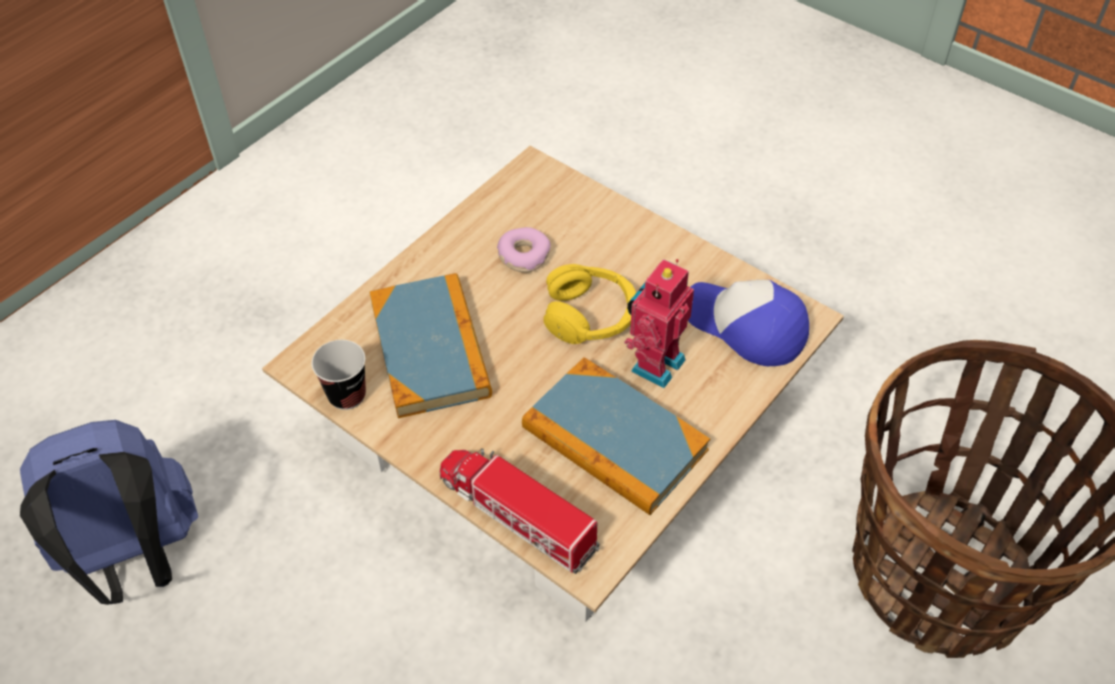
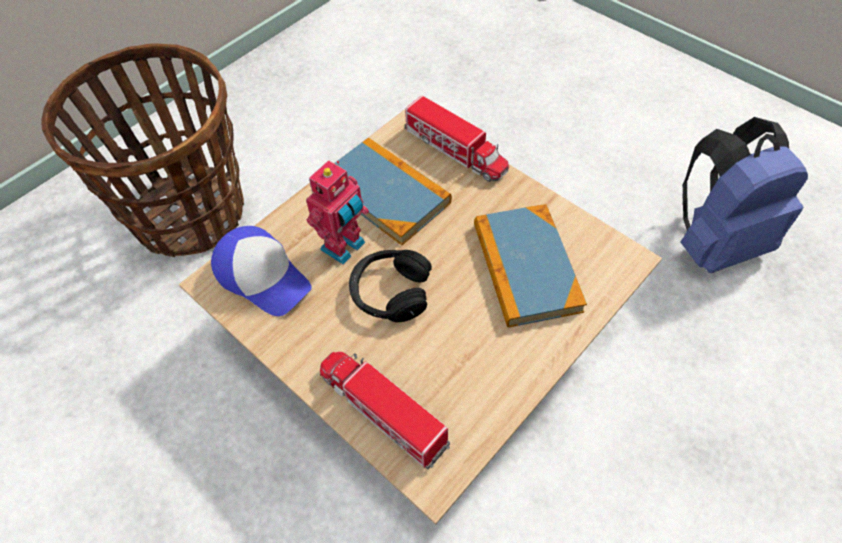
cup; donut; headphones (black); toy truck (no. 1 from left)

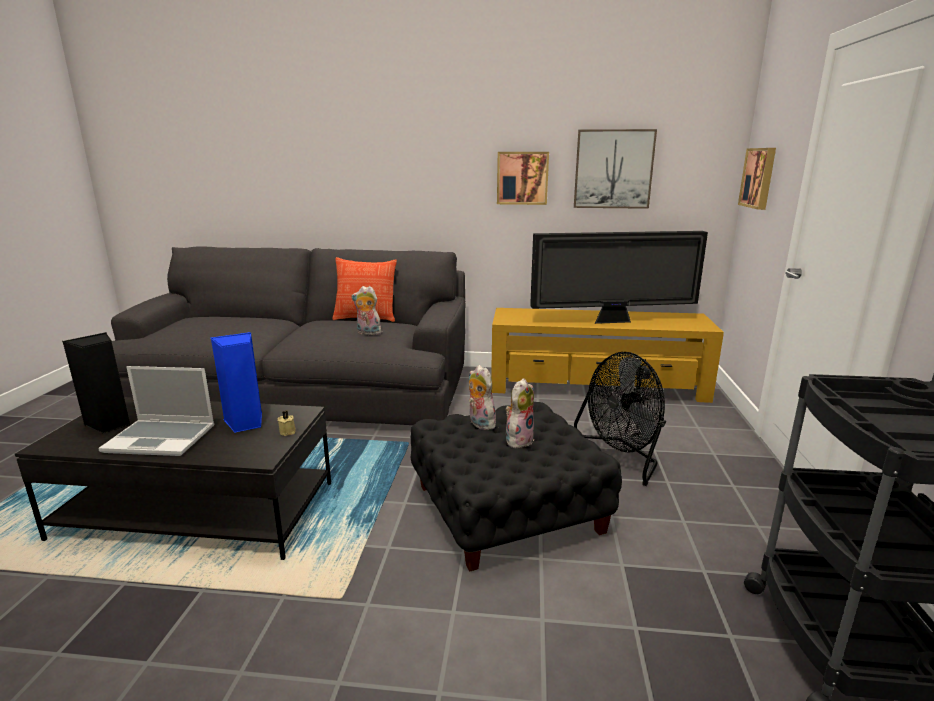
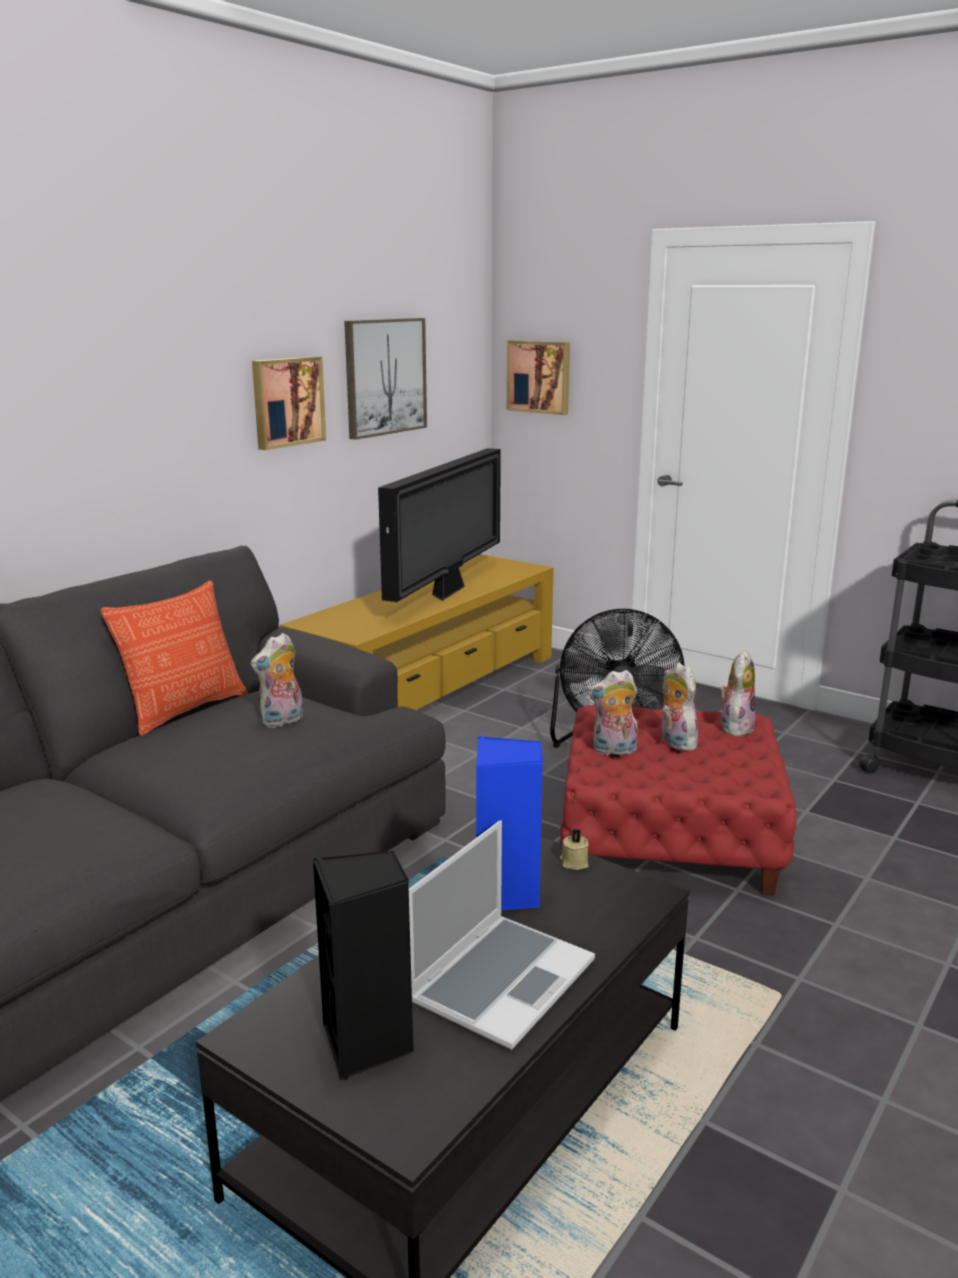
ottoman (red); plush toy (no. 4 from left)

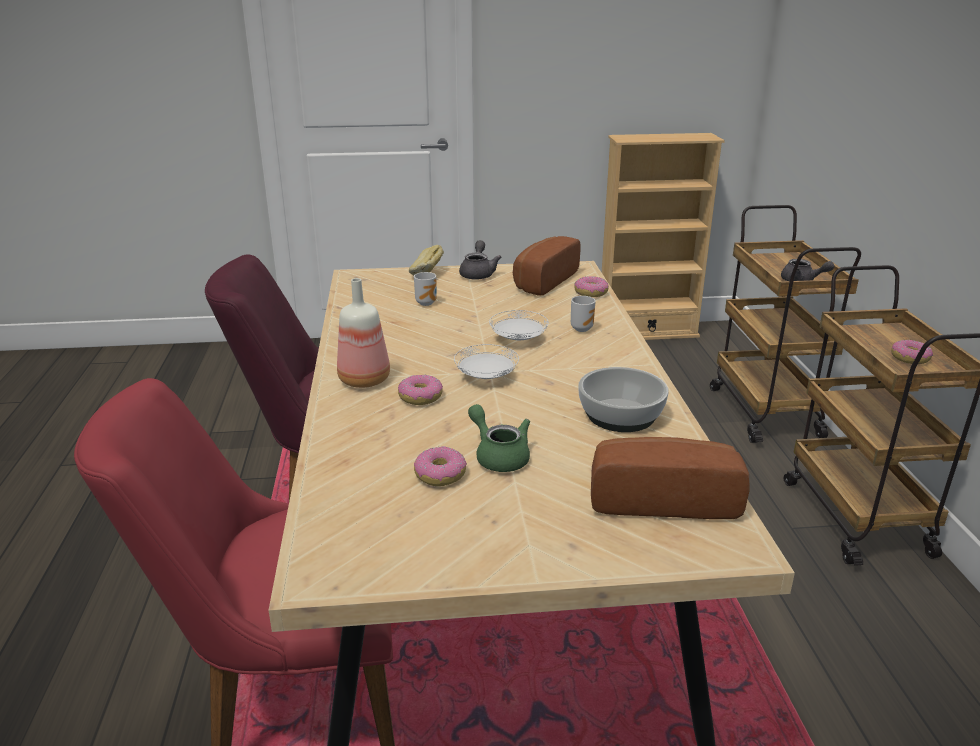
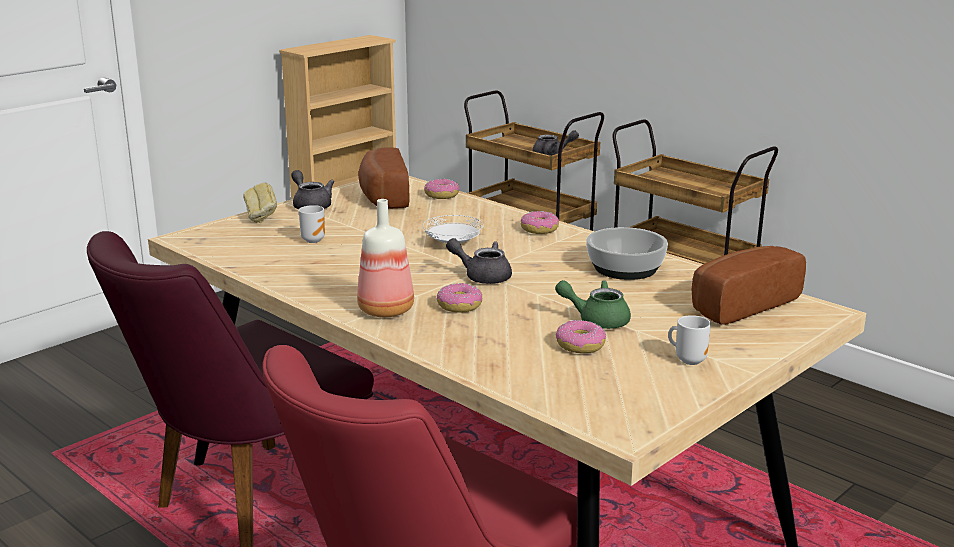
teapot (grey) (no. 2 from left); mug (no. 2 from left); donut (no. 3 from left)

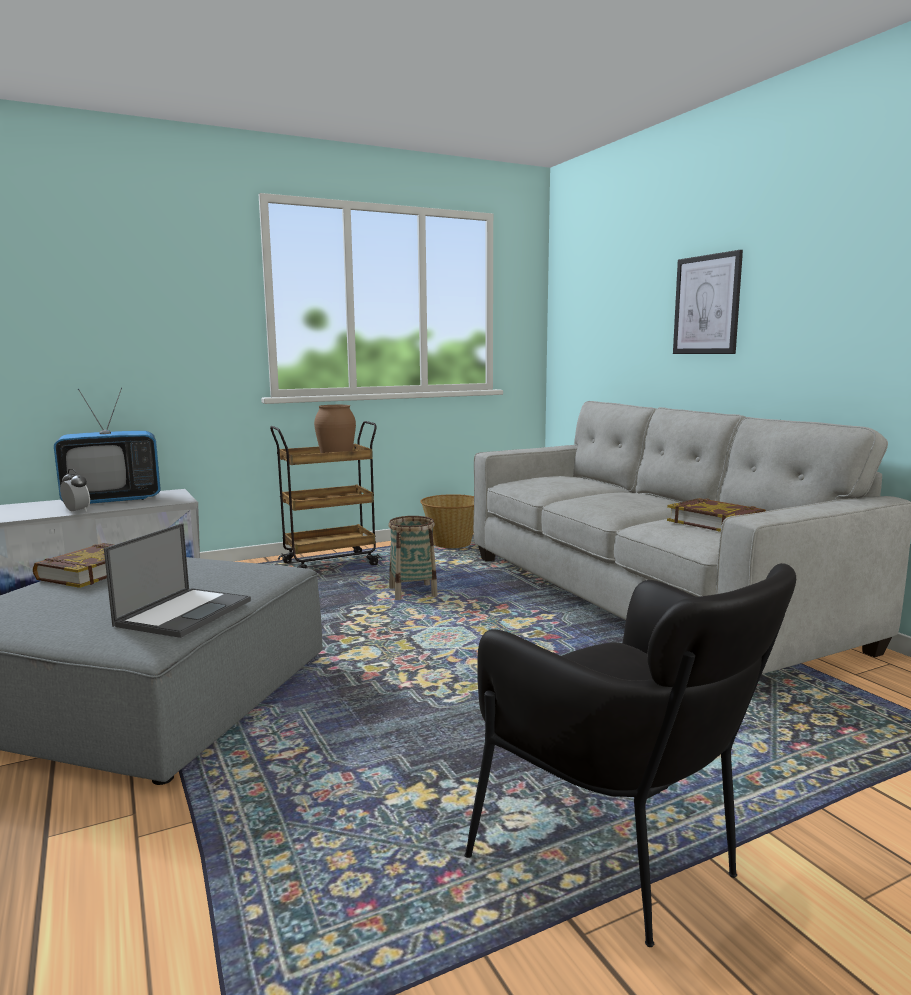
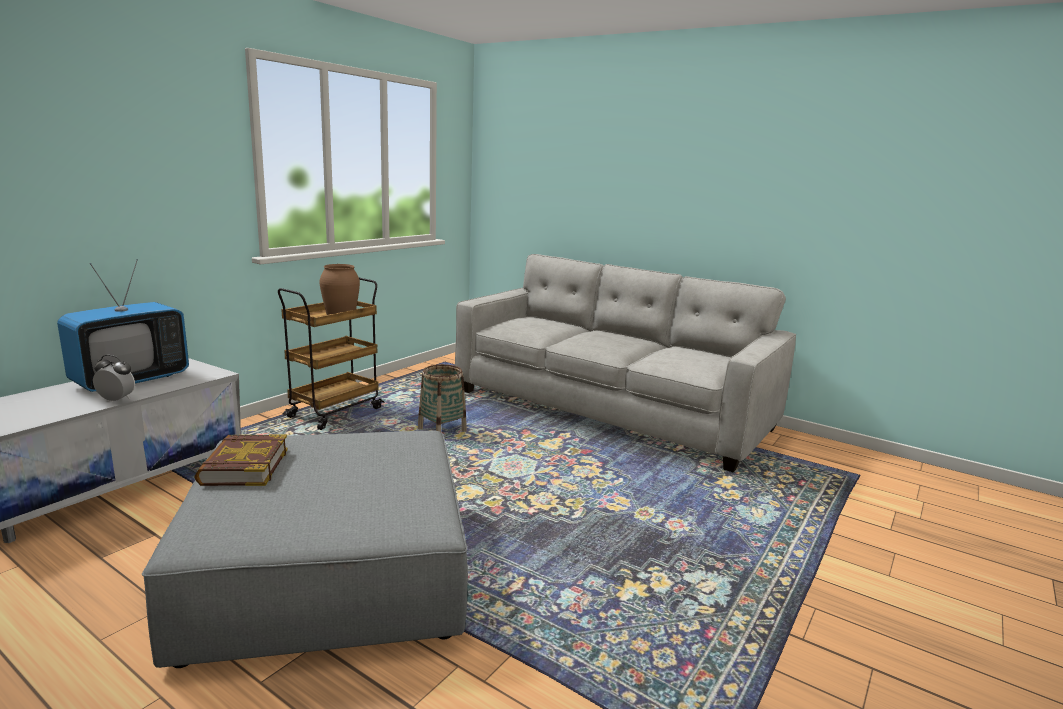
laptop; basket (no. 2 from left in the first image); armchair (black); book (no. 2 from left in the first image); picture

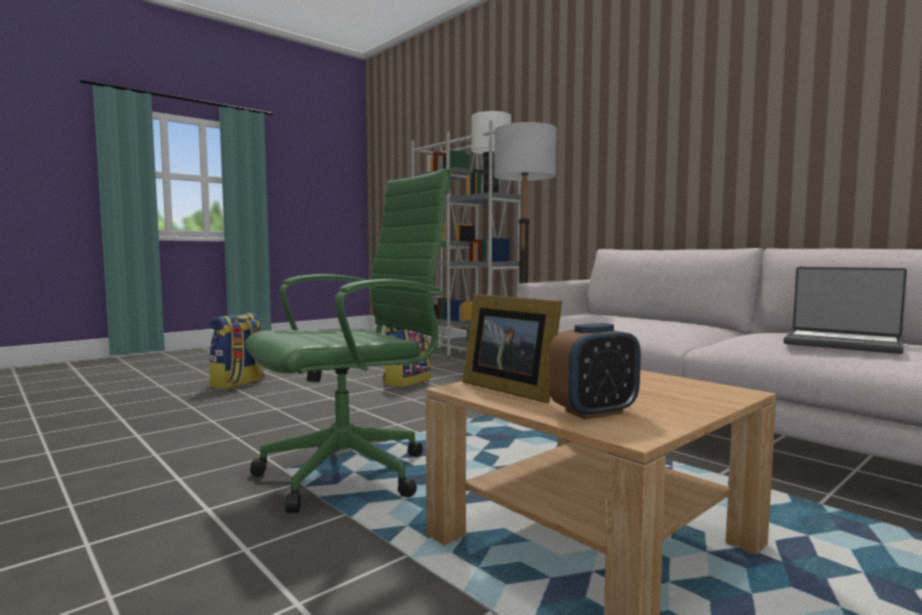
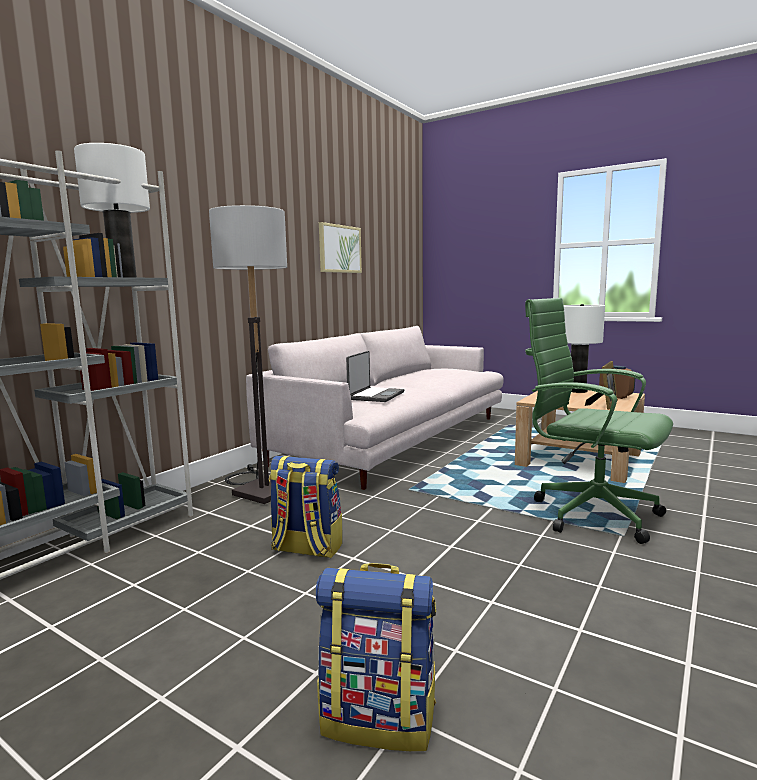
laptop; picture; table lamp (white) (no. 2 from left)

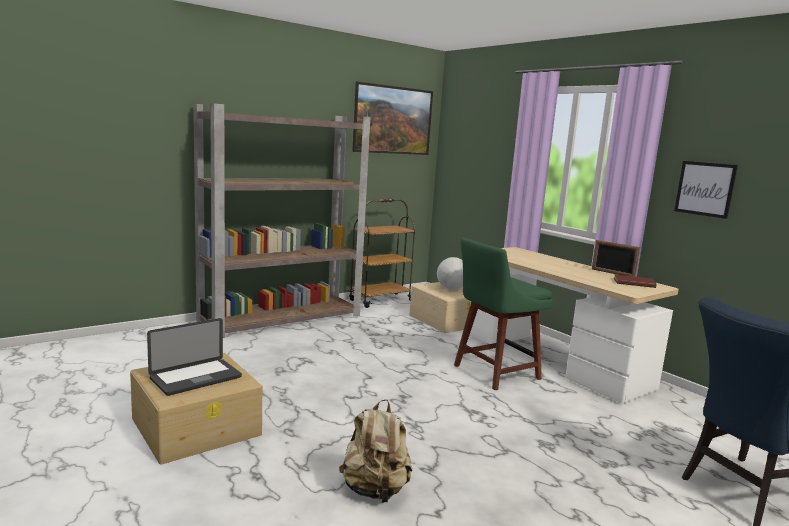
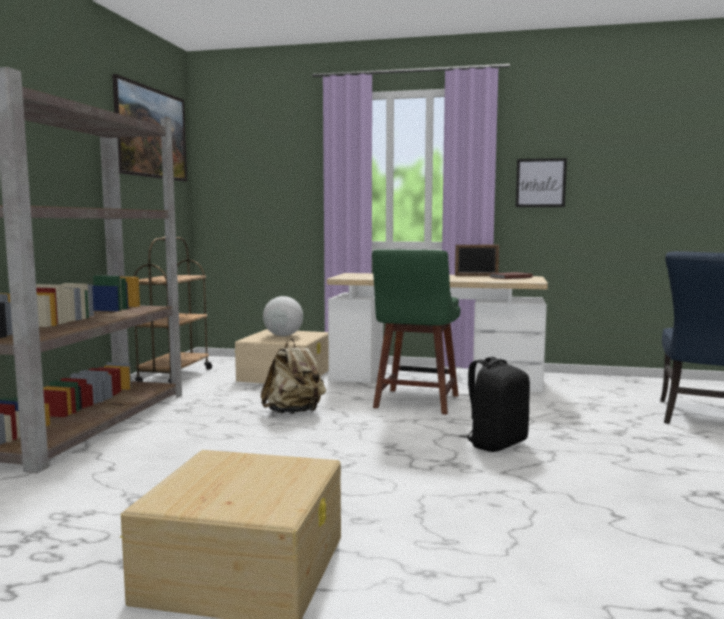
laptop; backpack (beige); backpack (black)

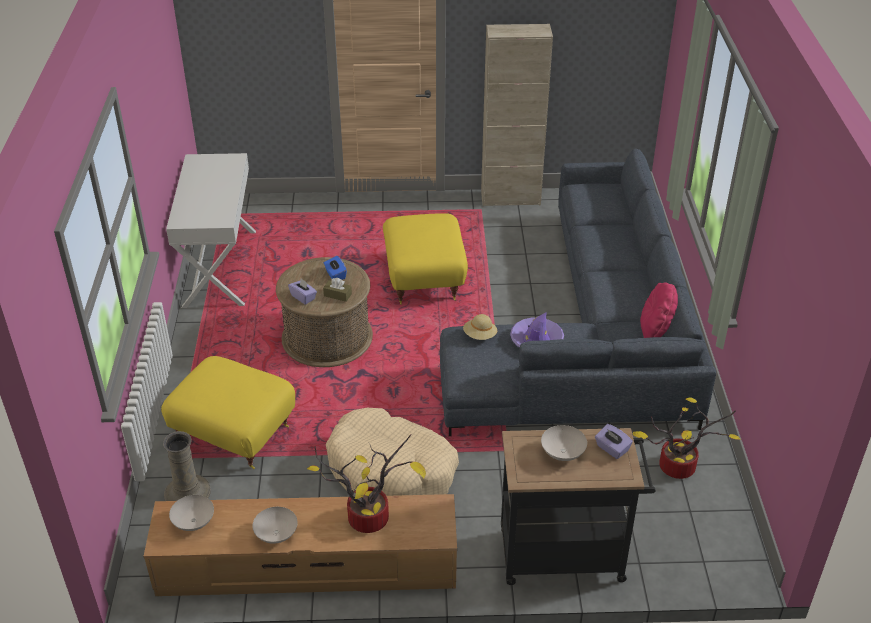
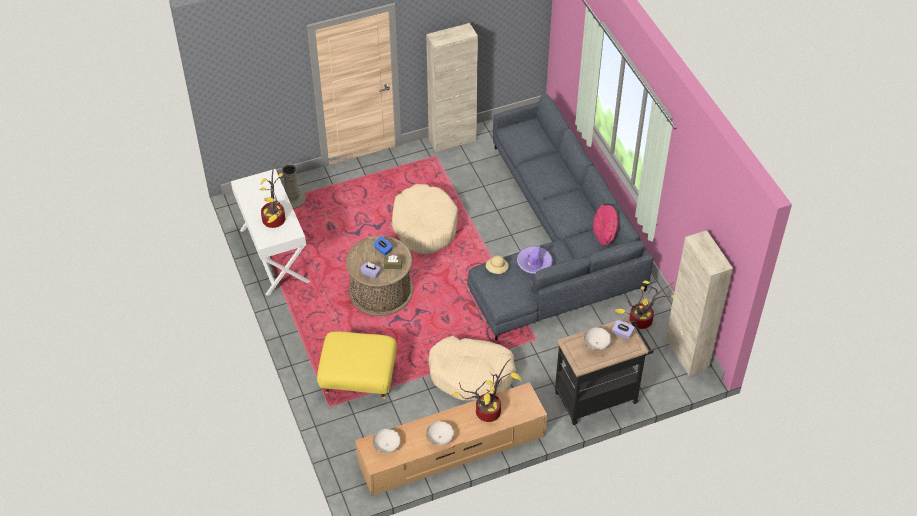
vase (beige); dog bed (beige) (no. 1 from left); potted plant (no. 1 from left); cabinet (beige) (no. 2 from left)

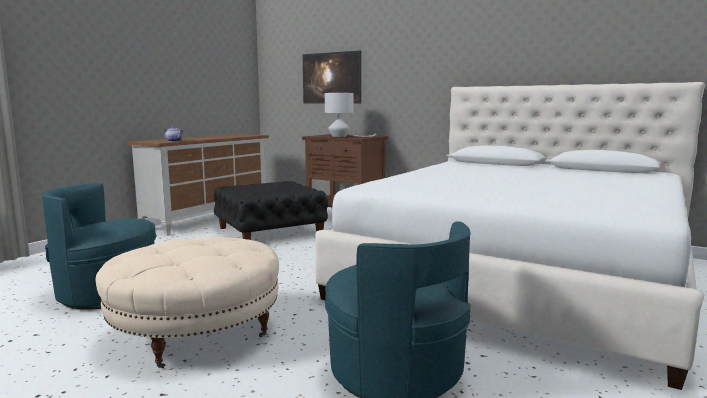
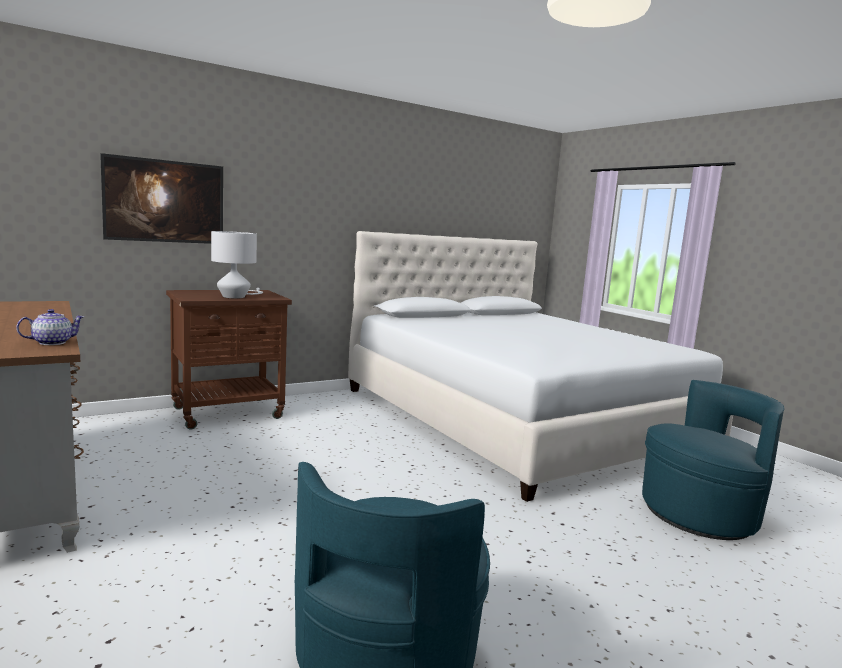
ottoman (beige); ottoman (black)

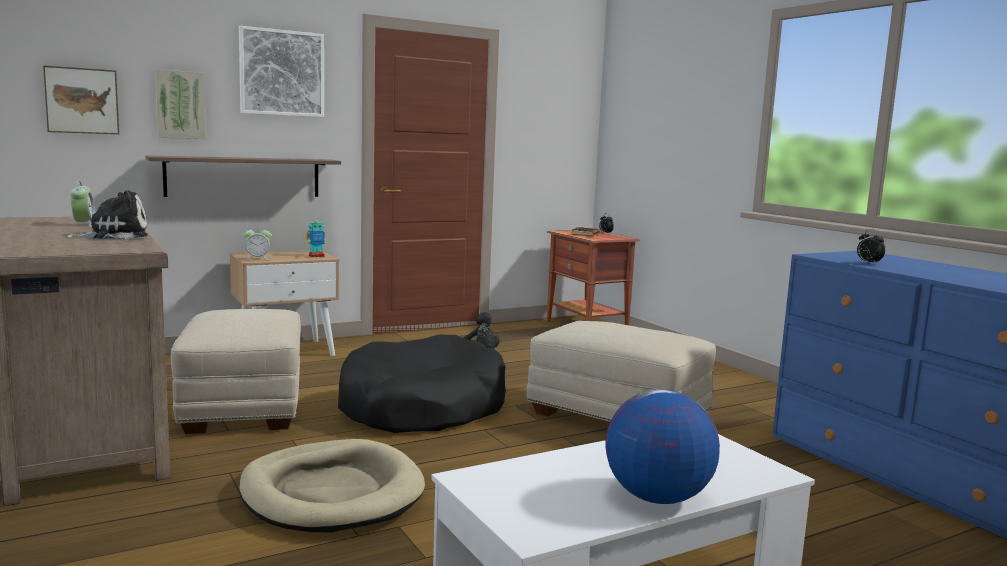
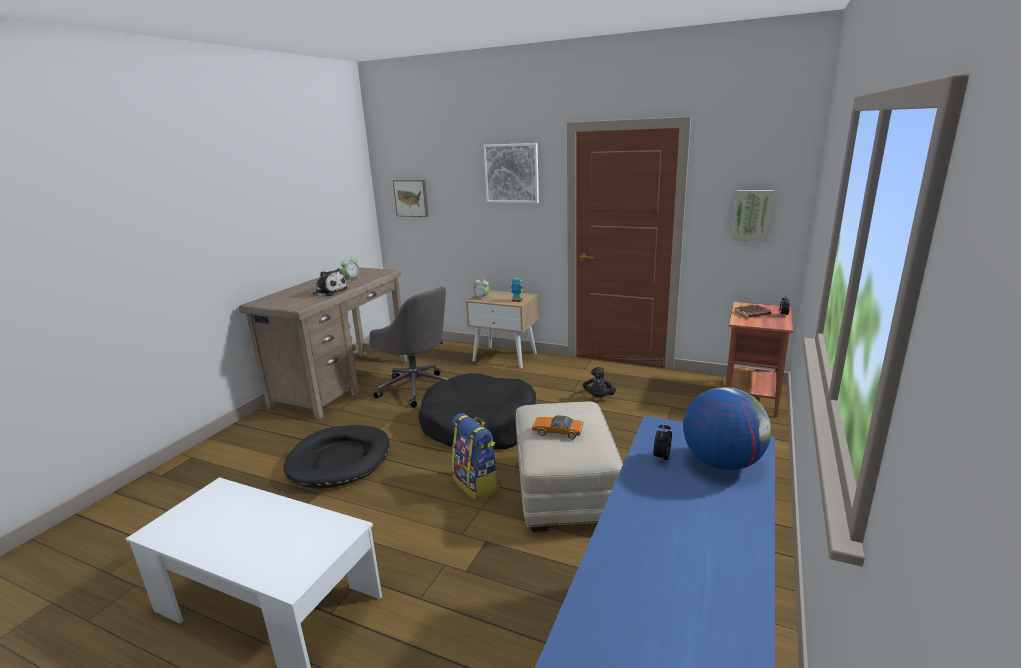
shelf; picture (no. 3 from left); office chair (grey); dog bed (black) (no. 1 from left); globe; backpack; toy car

